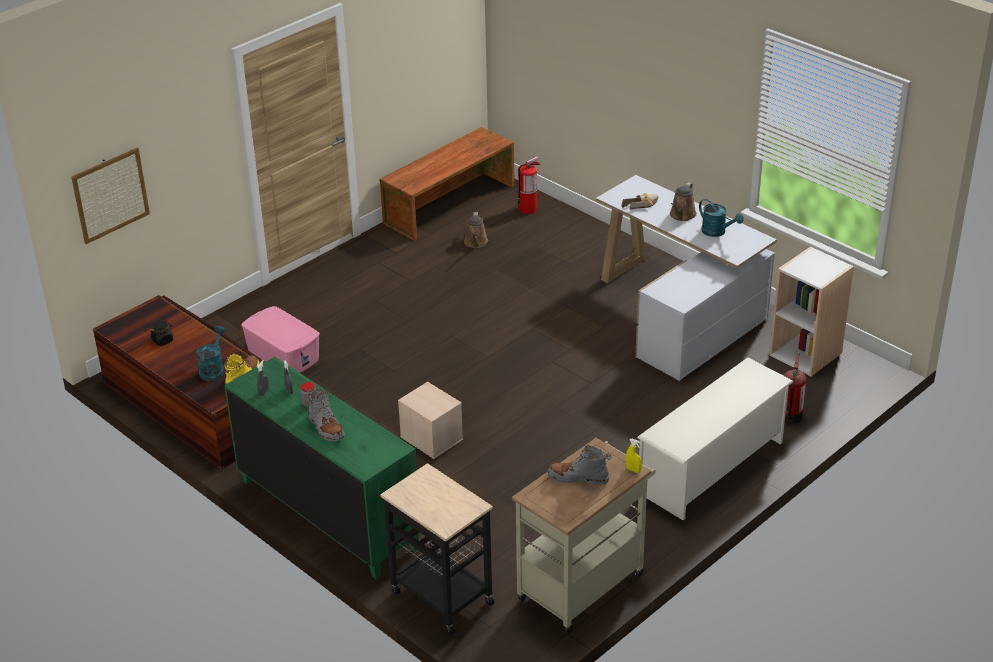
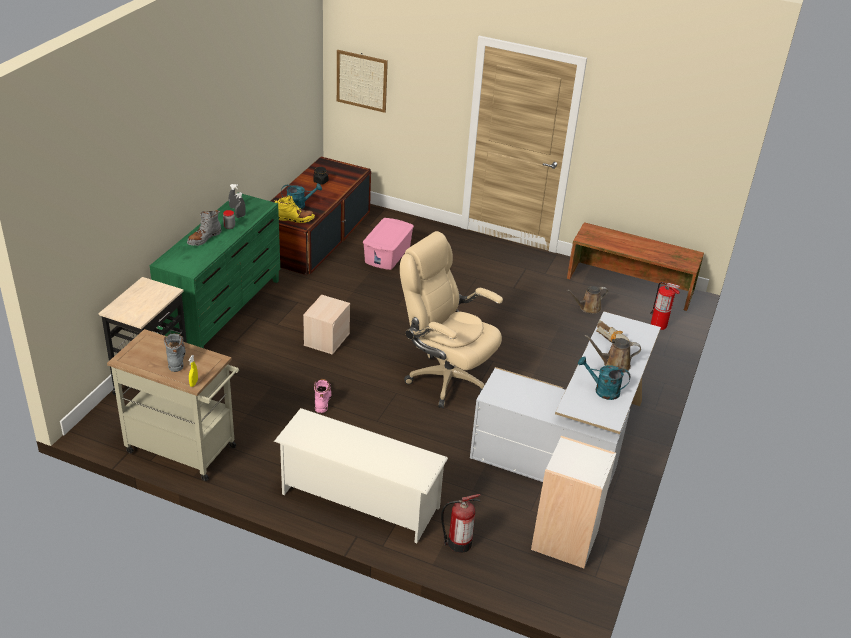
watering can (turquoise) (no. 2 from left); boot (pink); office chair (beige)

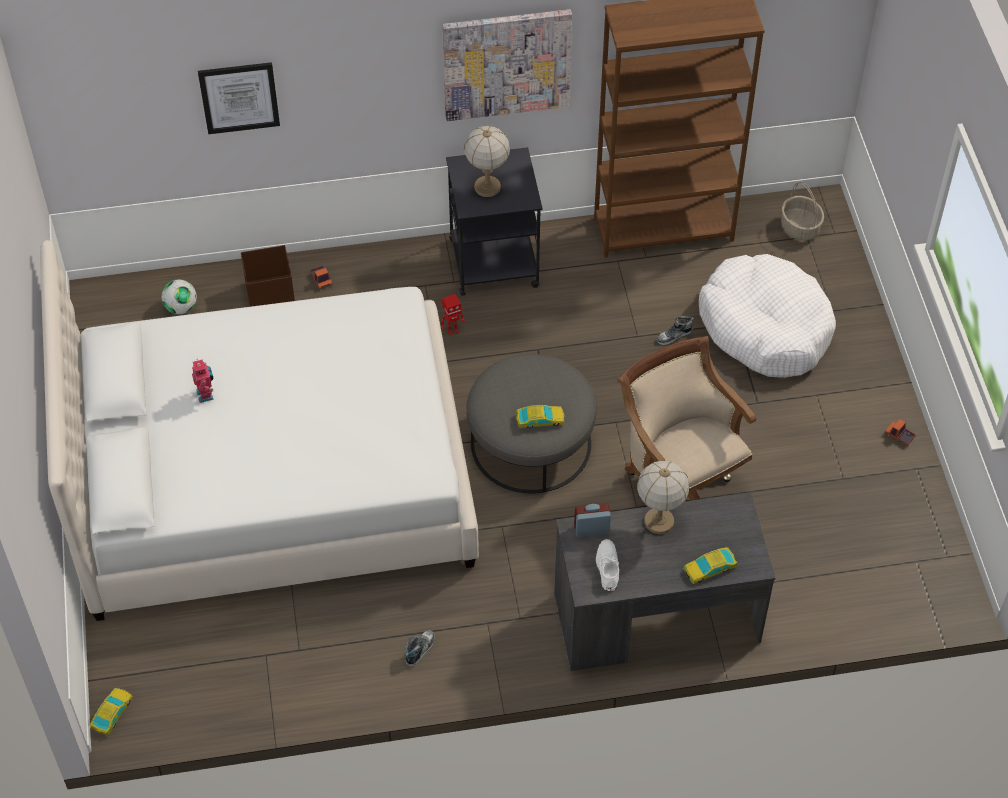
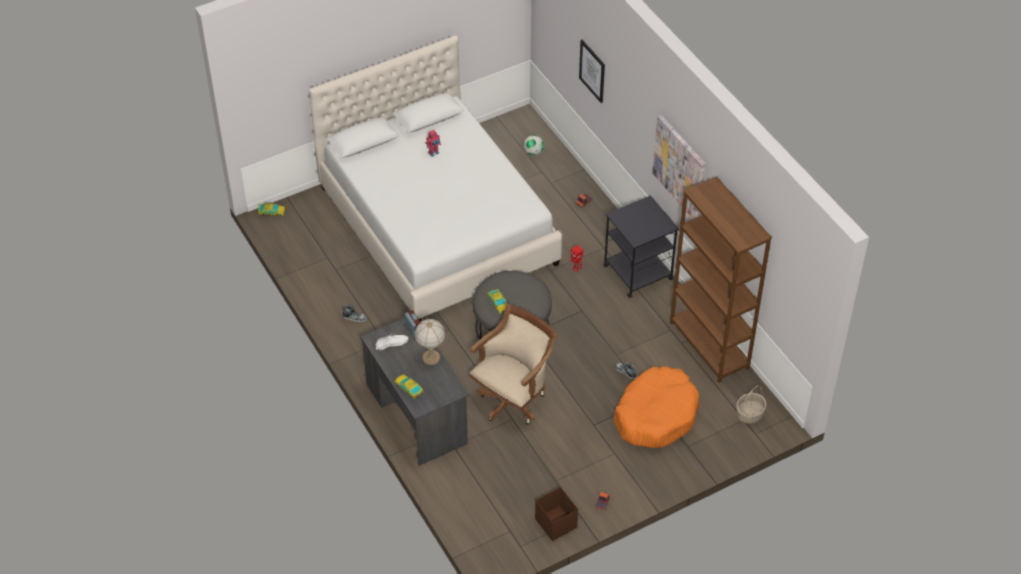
storage box (brown); table lamp (no. 1 from left in the first image); dog bed (orange)

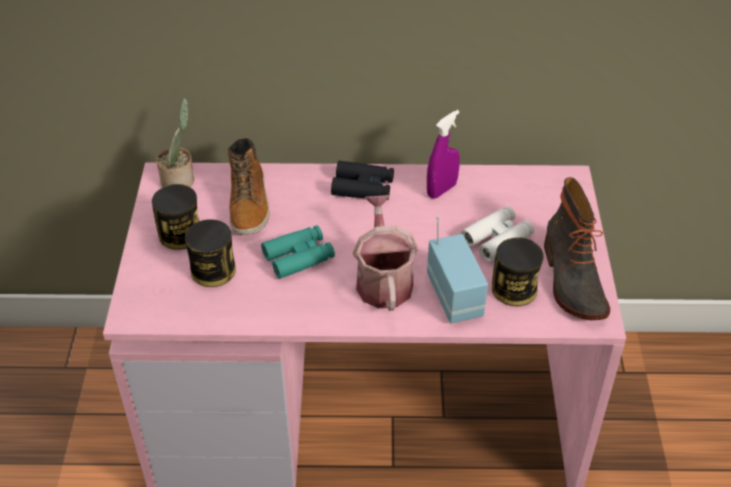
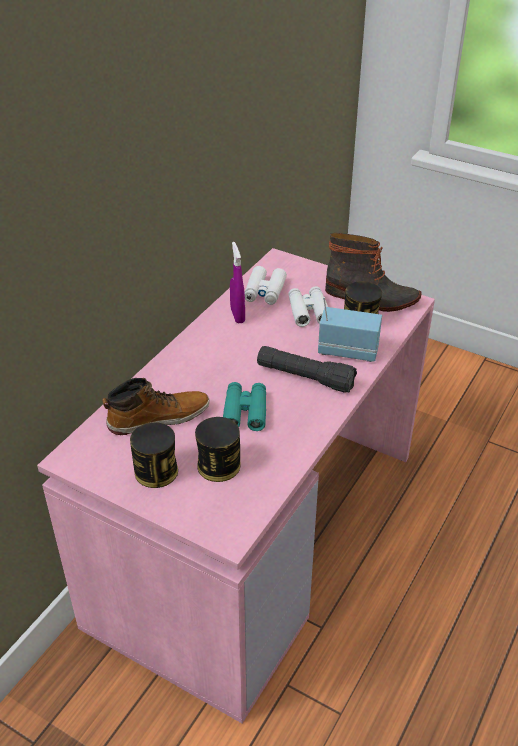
potted plant; boot (no. 1 from left); binoculars (black); flashlight (black); binoculars (white) (no. 1 from left)

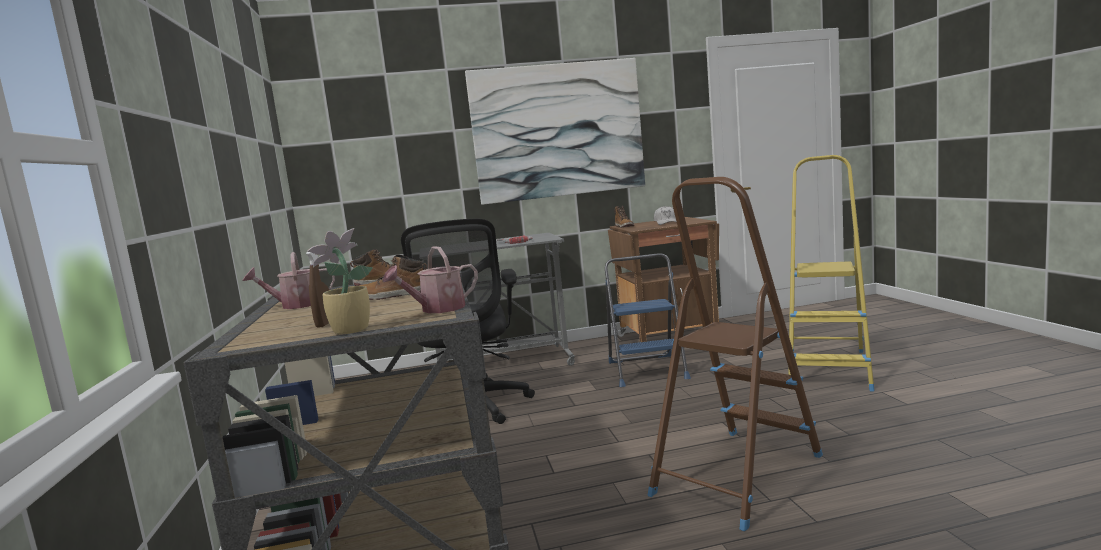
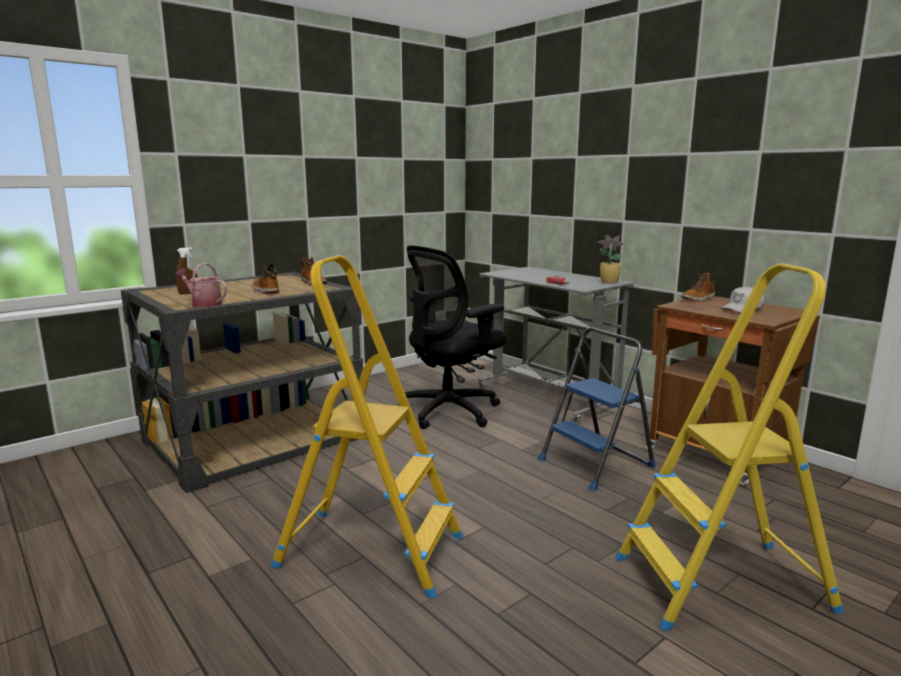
watering can (no. 1 from left in the first image); potted plant; picture; step ladder (yellow) (no. 1 from left)

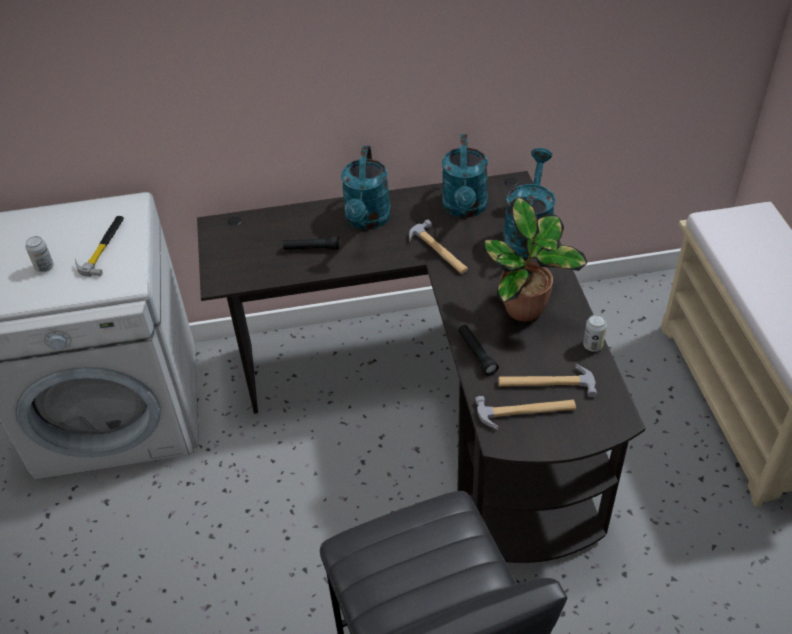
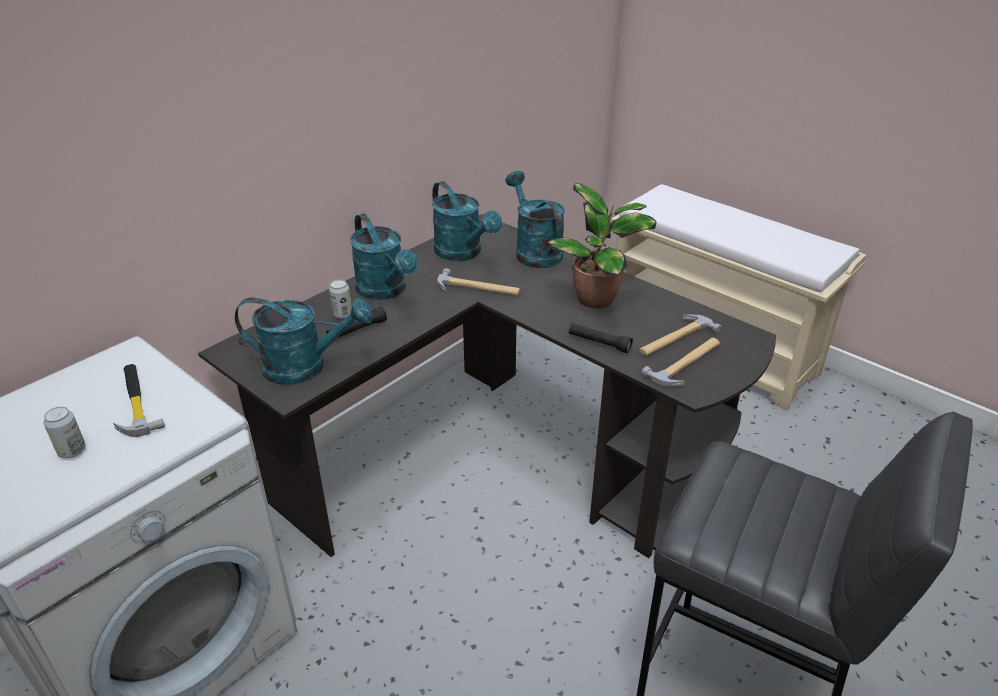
can (no. 2 from left); watering can (turquoise) (no. 1 from left)

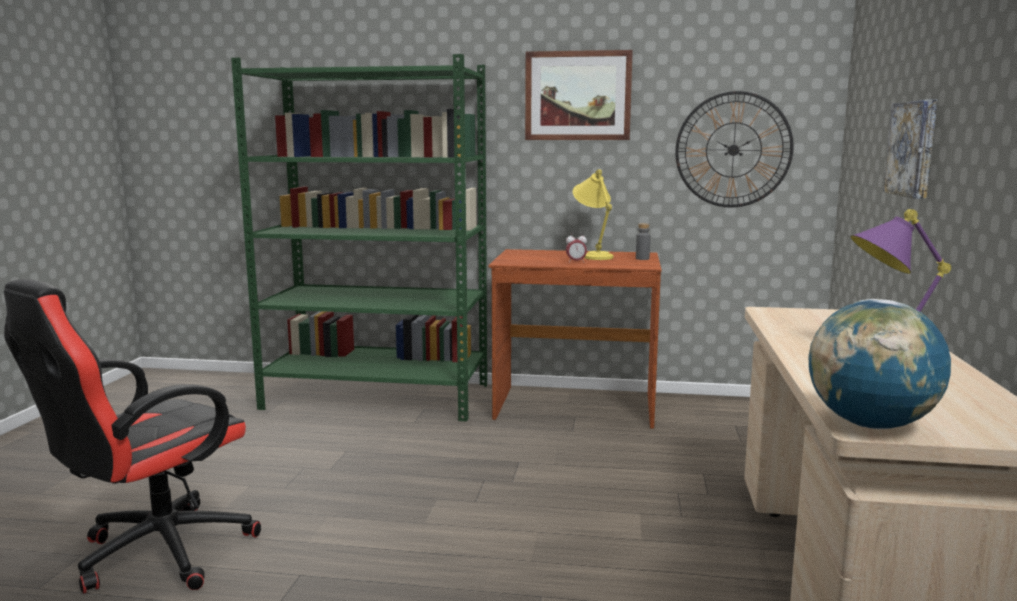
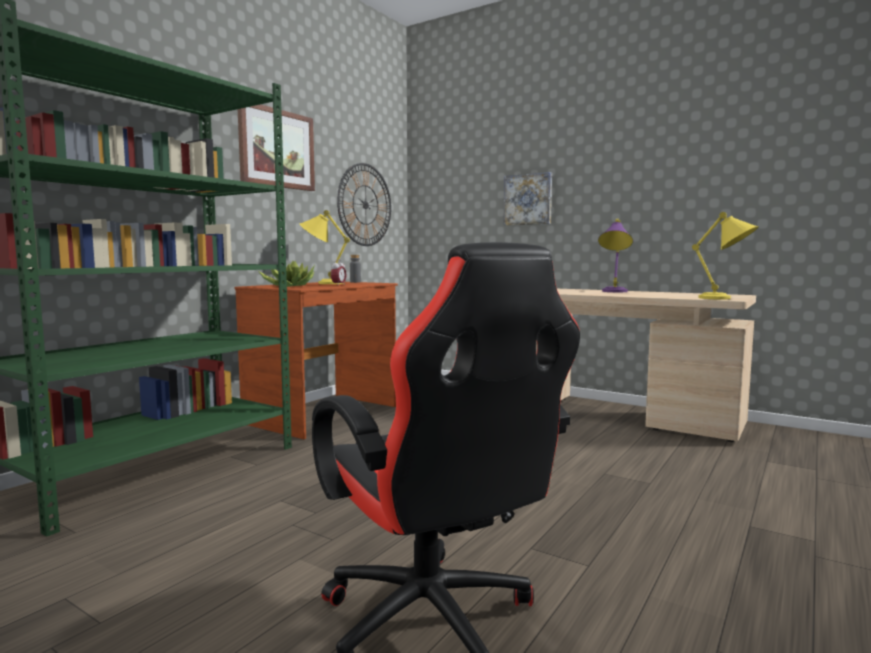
table lamp (yellow) (no. 2 from left); potted plant

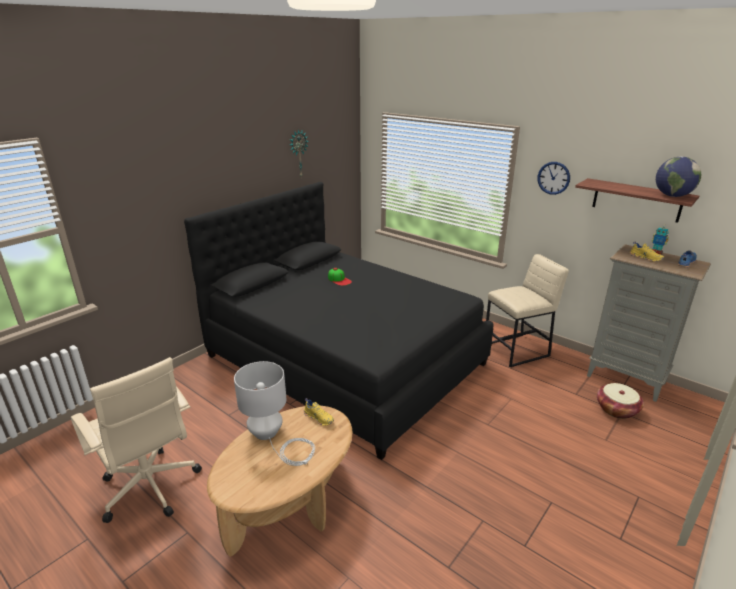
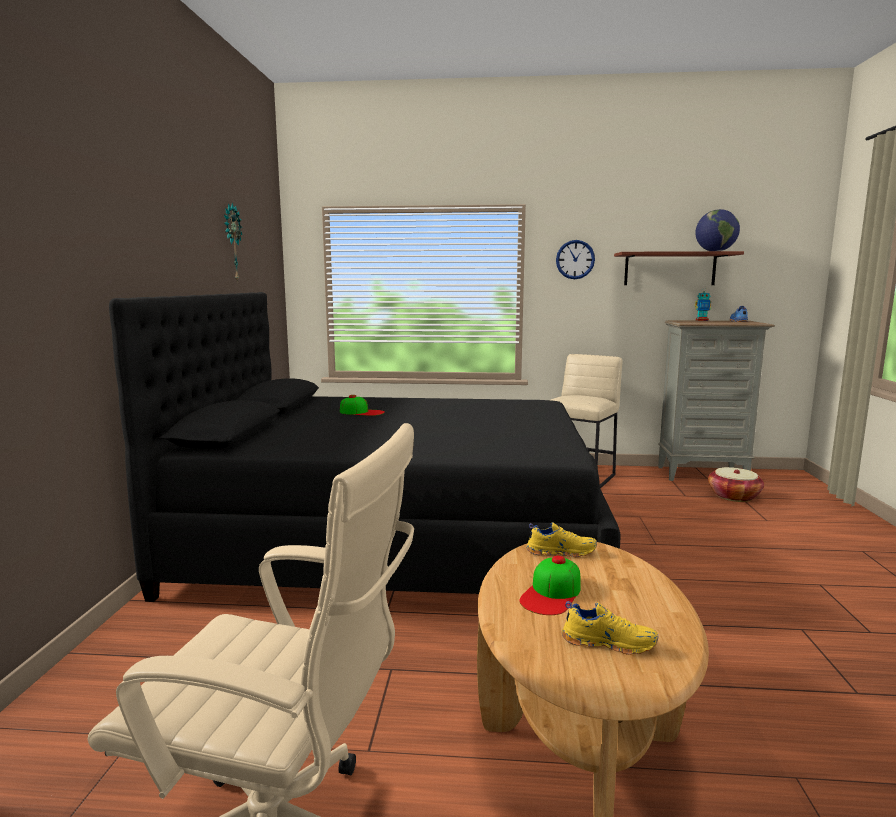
cap (no. 2 from left); shoe (yellow) (no. 2 from left)

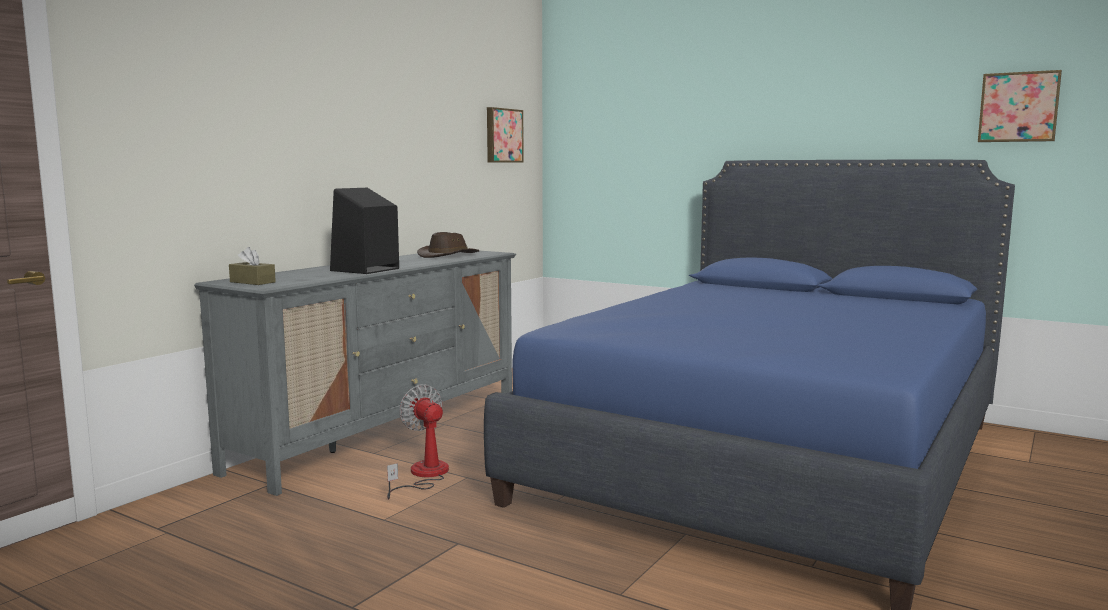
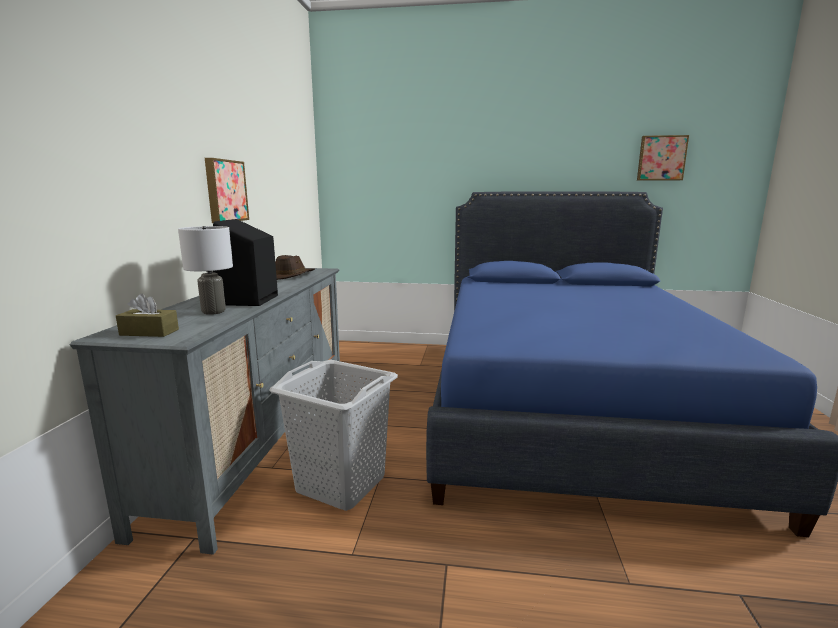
laundry basket (grey); picture (no. 1 from left); table lamp (white)

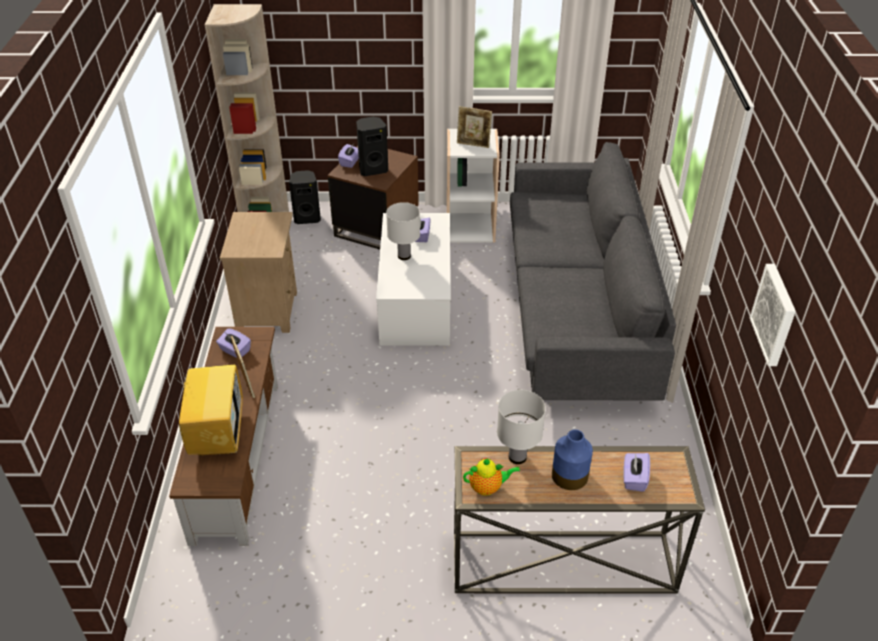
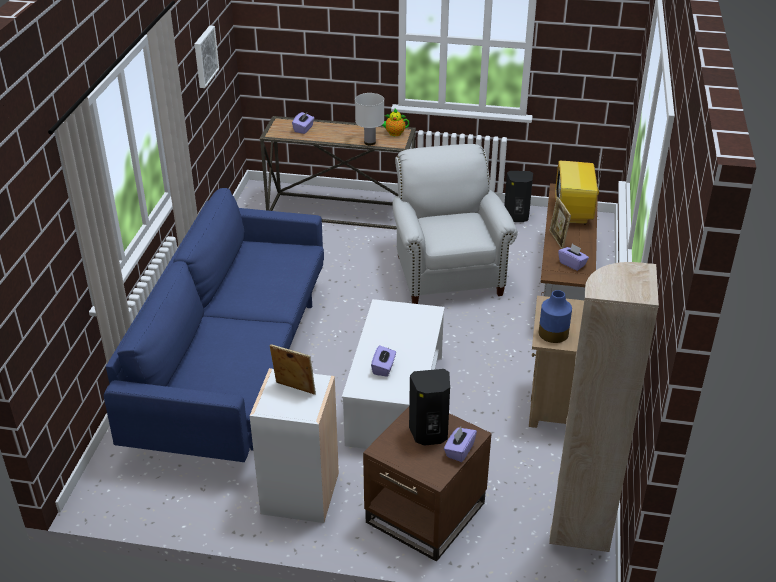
speaker (black) (no. 2 from left); table lamp (white) (no. 1 from left in the first image); sofa (blue); vase (blue); armchair (white)

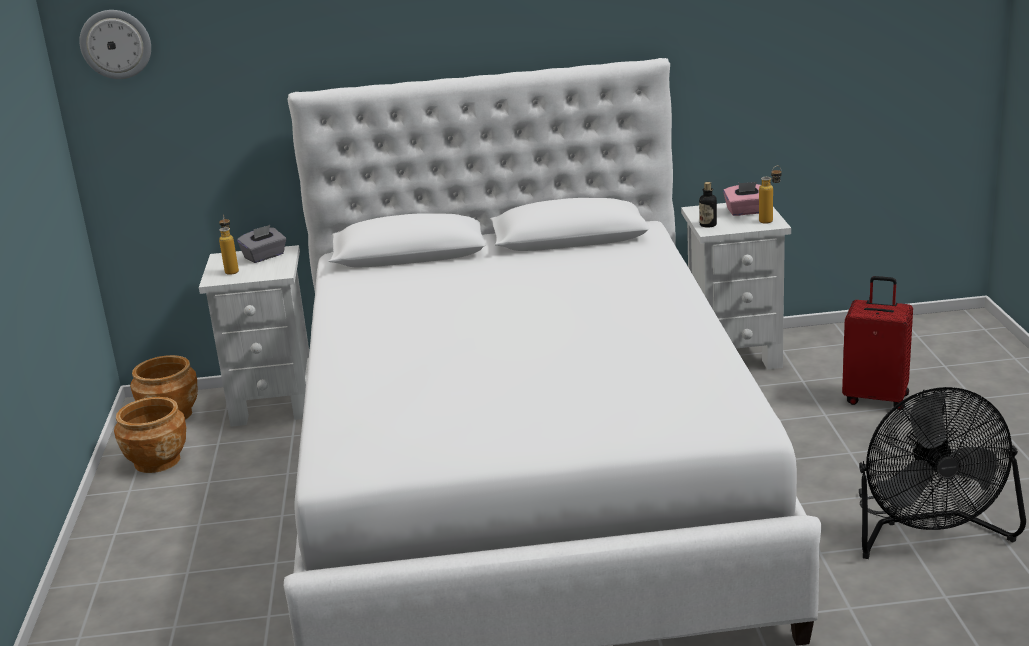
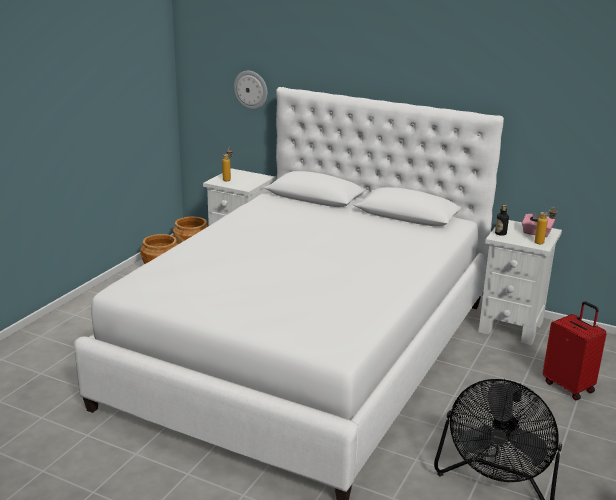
wall clock; tissue box (grey)

